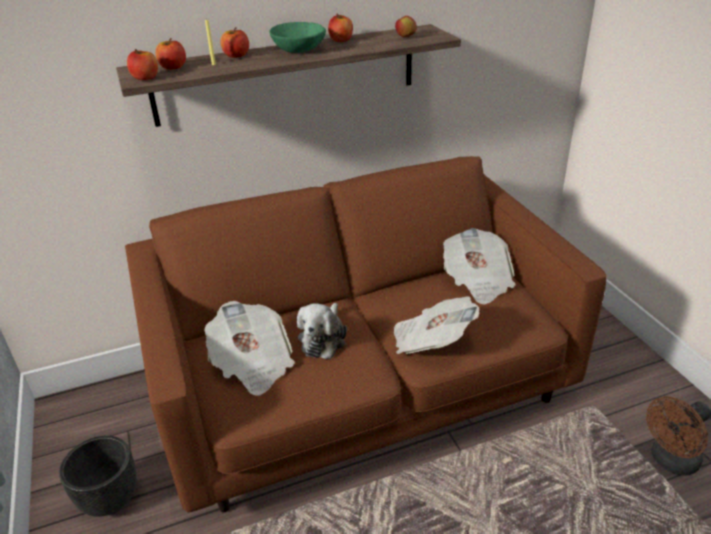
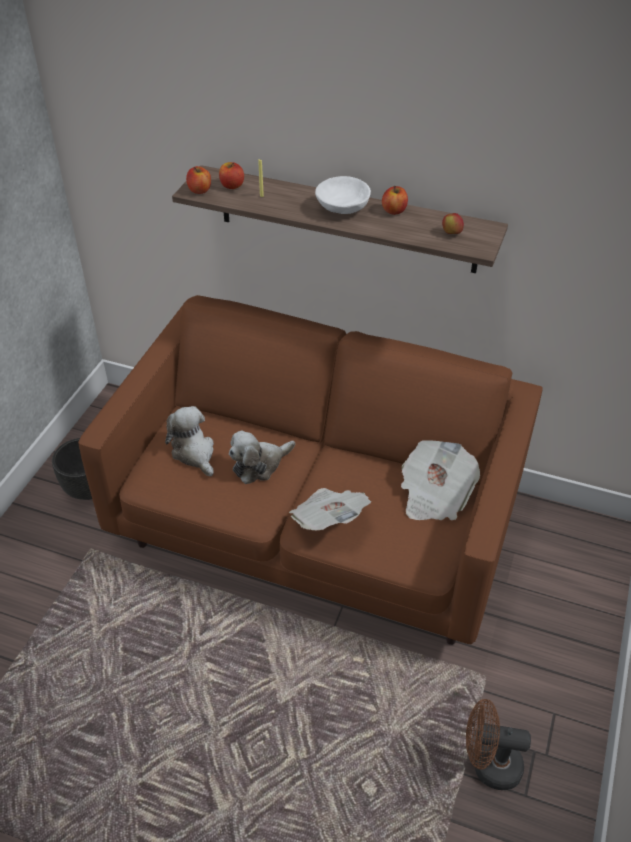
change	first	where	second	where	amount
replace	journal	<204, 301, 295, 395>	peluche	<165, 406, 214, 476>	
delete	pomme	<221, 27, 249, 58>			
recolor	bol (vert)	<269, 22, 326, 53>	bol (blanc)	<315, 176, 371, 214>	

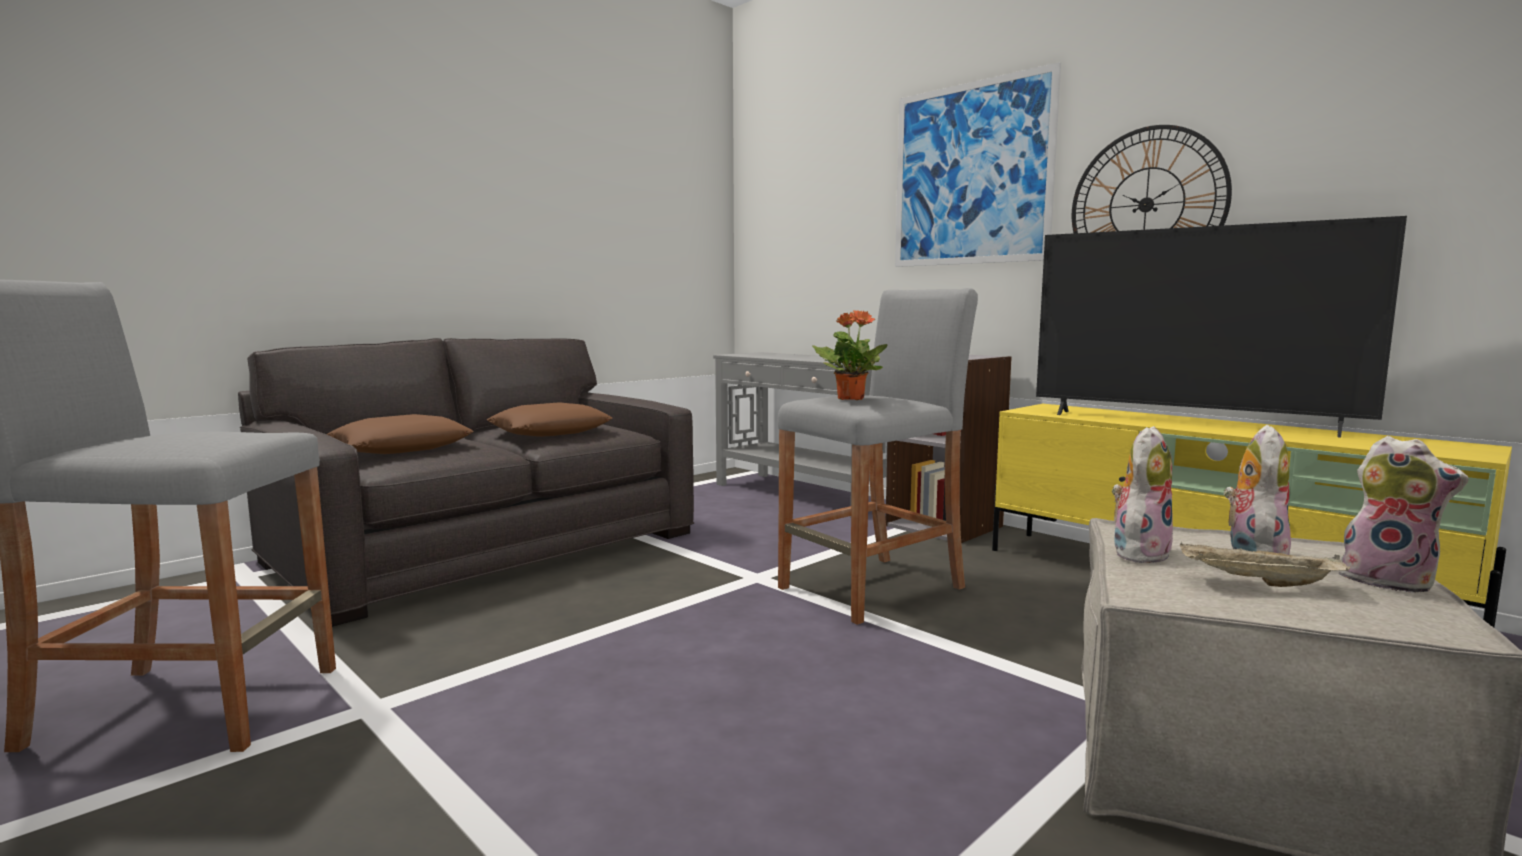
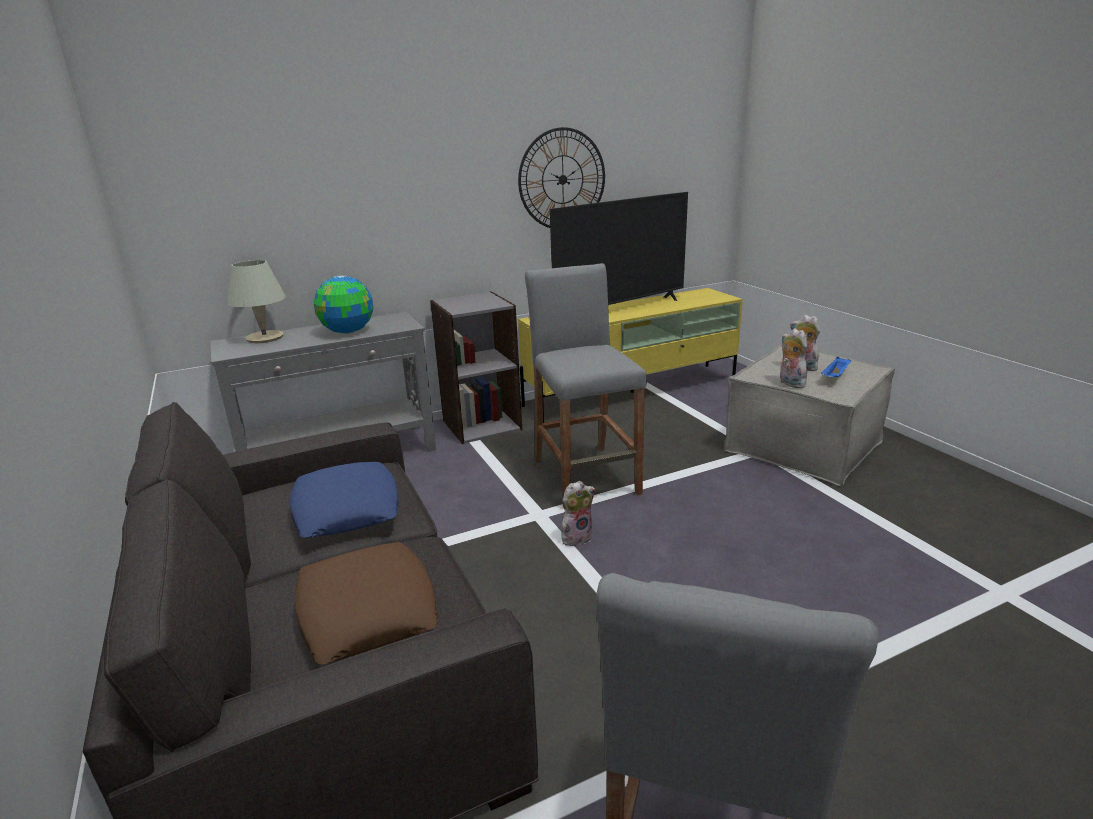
change	first	where	second	where	amount
recolor	coussin (marron)	<487, 402, 613, 437>	coussin (bleu)	<290, 462, 399, 537>	
delete	plante en pot	<812, 310, 887, 400>			
delete	tableau	<895, 62, 1061, 267>			
recolor	plateau (beige)	<1180, 542, 1350, 587>	plateau (bleu)	<821, 357, 851, 377>	
move	peluche	<1339, 436, 1469, 593>		<561, 481, 595, 548>	
insert			lampe de table (beige)	<227, 260, 286, 343>	
insert			globe	<314, 276, 373, 334>	

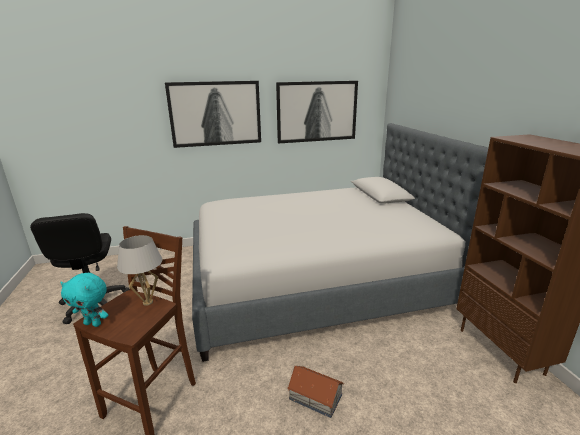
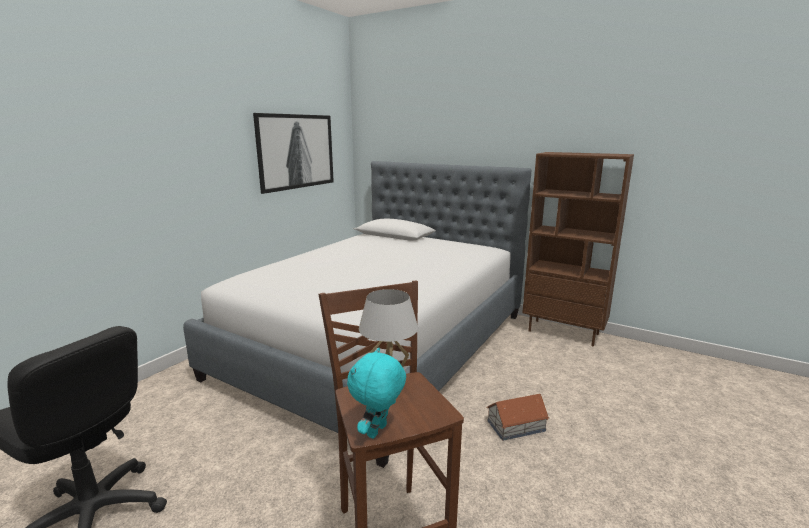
change	first	where	second	where	amount
rotate	peluche (turquoise)	<60, 273, 108, 327>		<347, 348, 406, 439>	150 degrees clockwise
delete	tableau	<165, 81, 261, 148>			

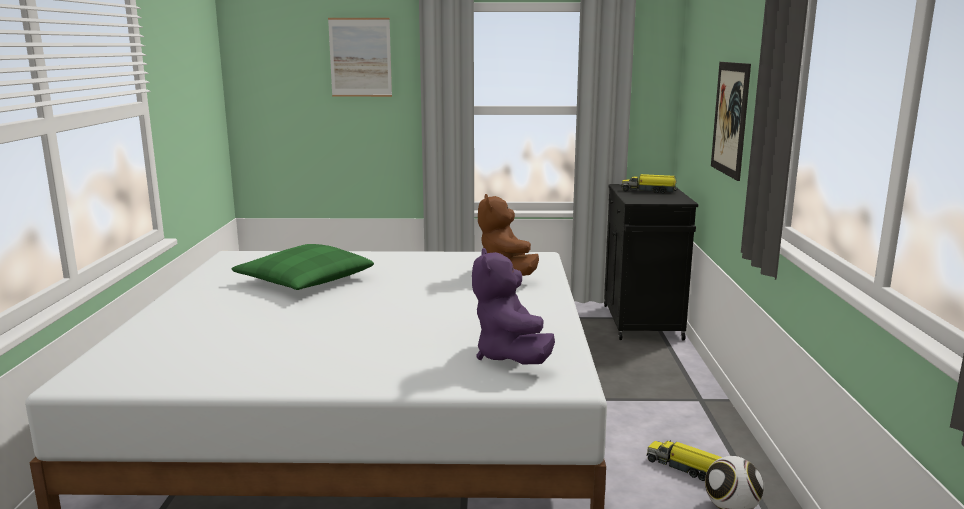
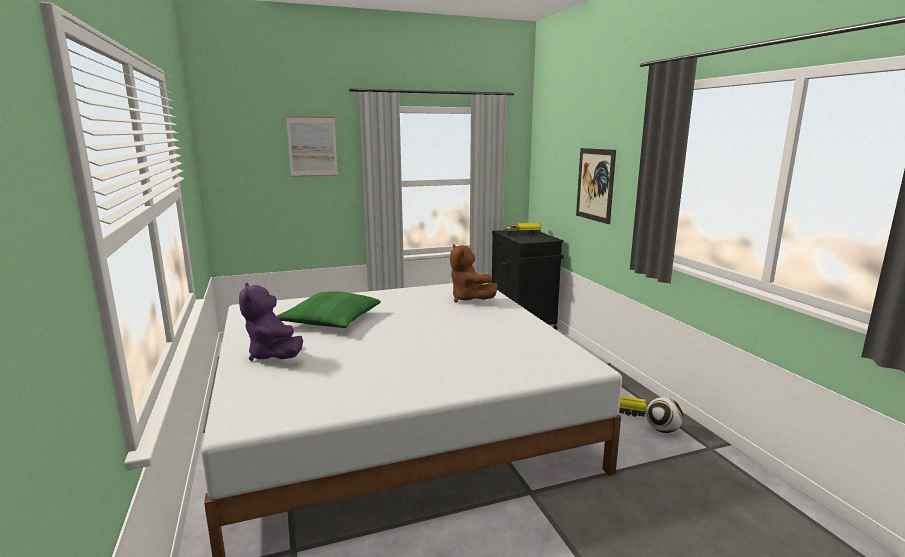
change	first	where	second	where	amount
move	peluche (violet)	<472, 248, 555, 364>		<239, 283, 303, 361>	

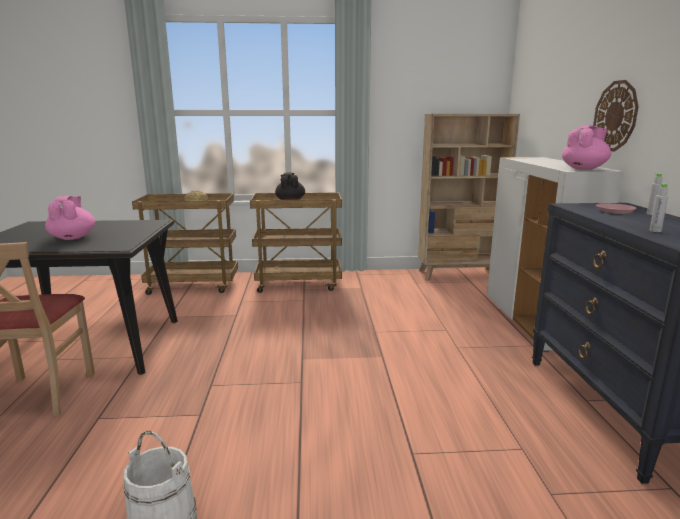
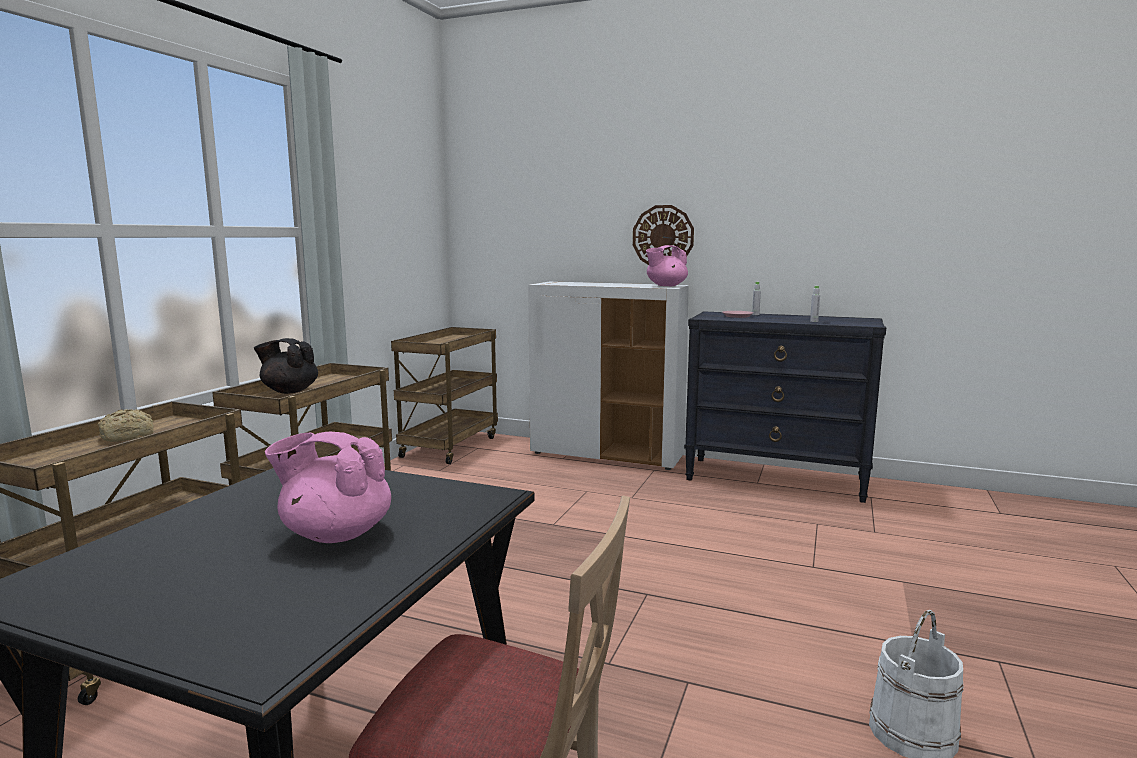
change	first	where	second	where	amount
replace	bibliothèque (beige)	<418, 114, 520, 281>	chariot (marron)	<391, 327, 498, 464>	
rotate	théière (rose)	<562, 125, 611, 170>		<646, 245, 688, 286>	105 degrees counterclockwise

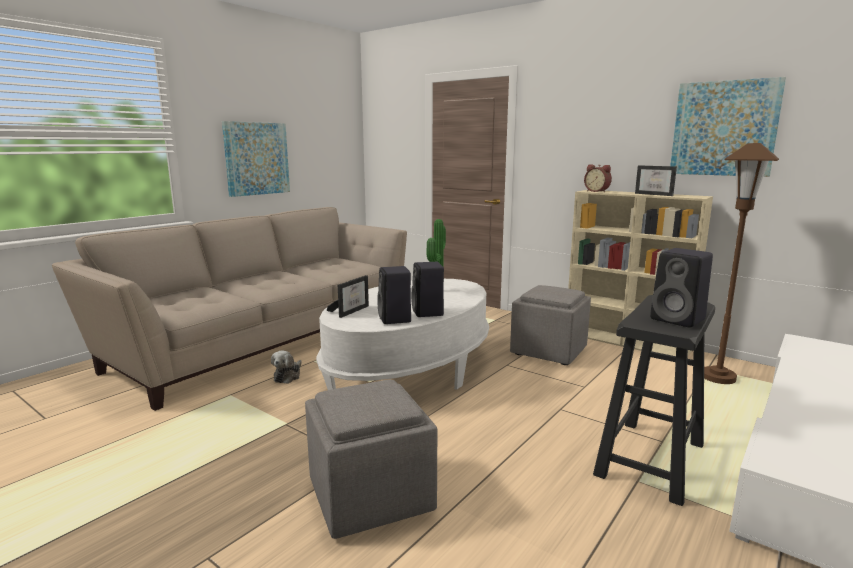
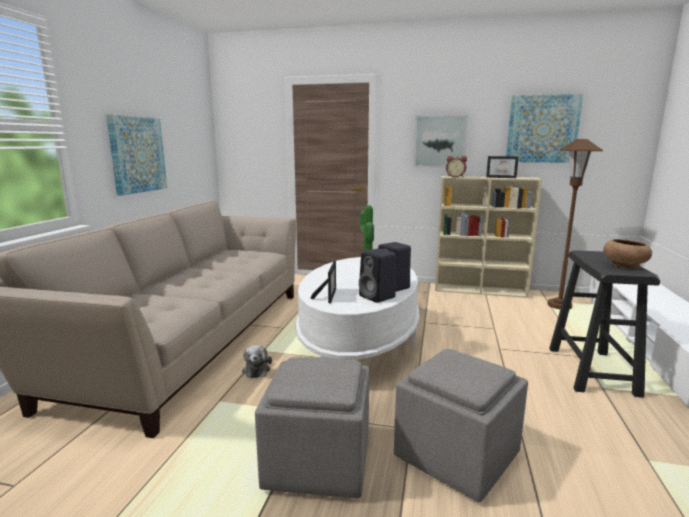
change	first	where	second	where	amount
move	pouf (gris)	<510, 285, 591, 365>		<255, 357, 369, 499>	
replace	enceinte (noir)	<650, 248, 713, 328>	bol (marron)	<603, 239, 652, 269>	
insert			tableau	<413, 114, 469, 168>	

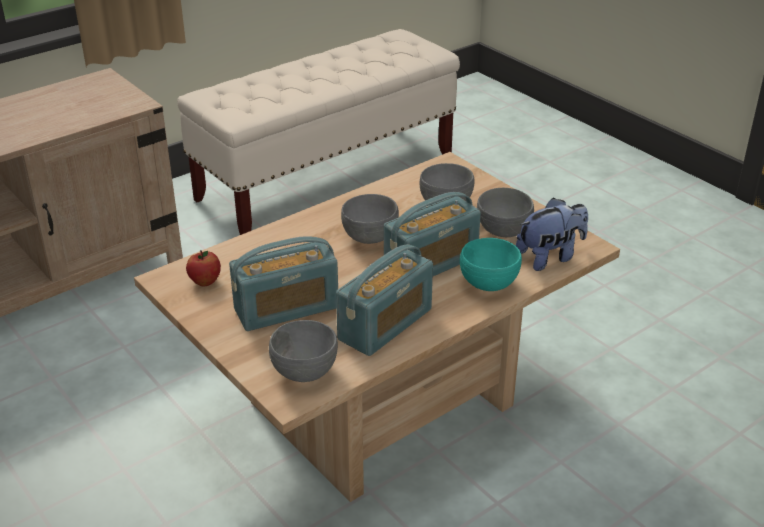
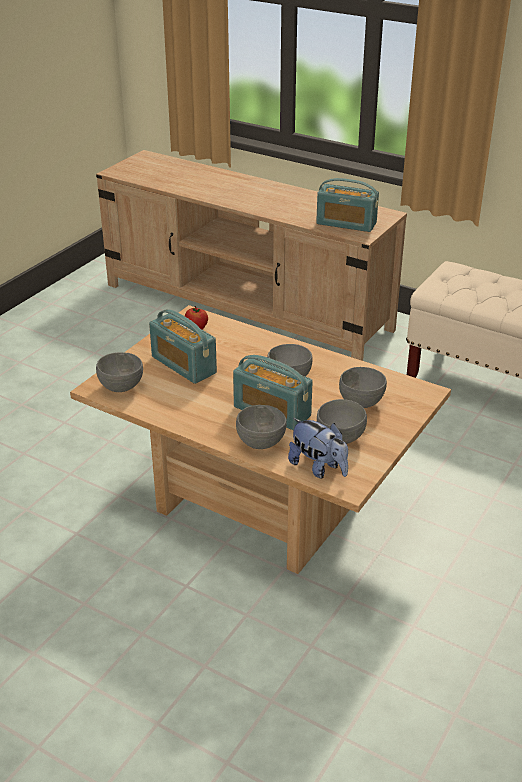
change	first	where	second	where	amount
move	radio	<336, 244, 433, 356>		<316, 178, 379, 232>	
recolor	bol (turquoise)	<460, 238, 522, 291>	bol (gris)	<236, 405, 287, 449>	

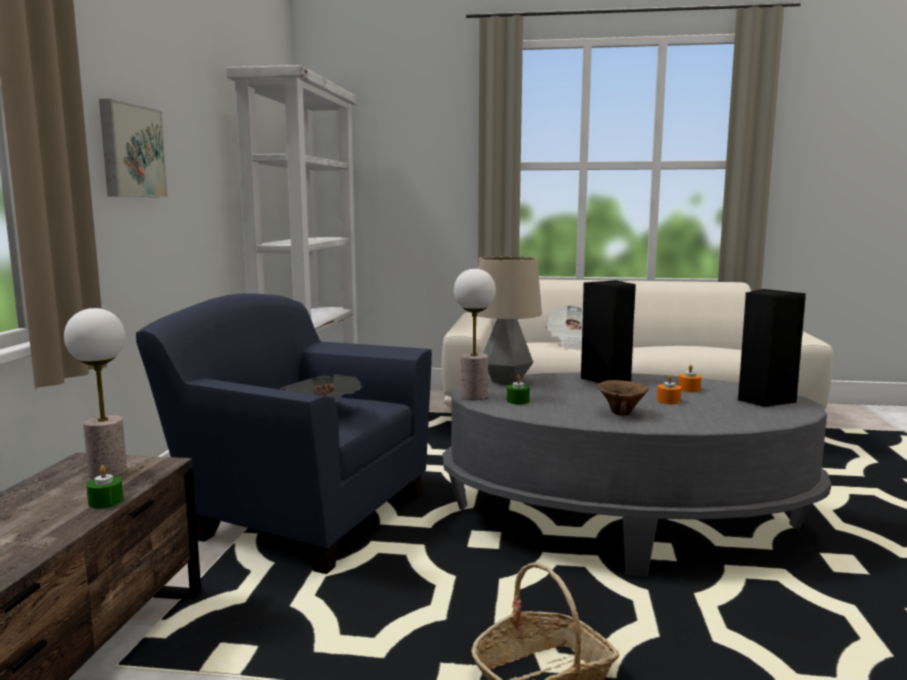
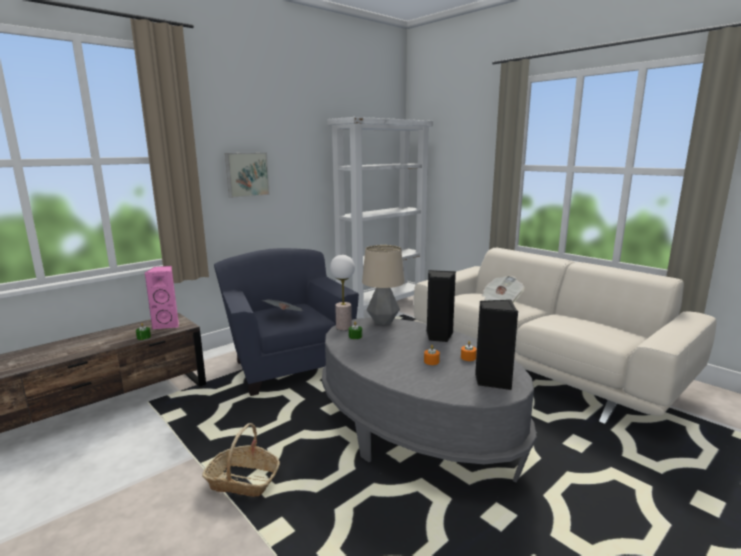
change	first	where	second	where	amount
replace	lampe de table	<64, 308, 127, 479>	enceinte (rose)	<145, 266, 178, 330>	
delete	bol (marron)	<597, 380, 649, 416>			

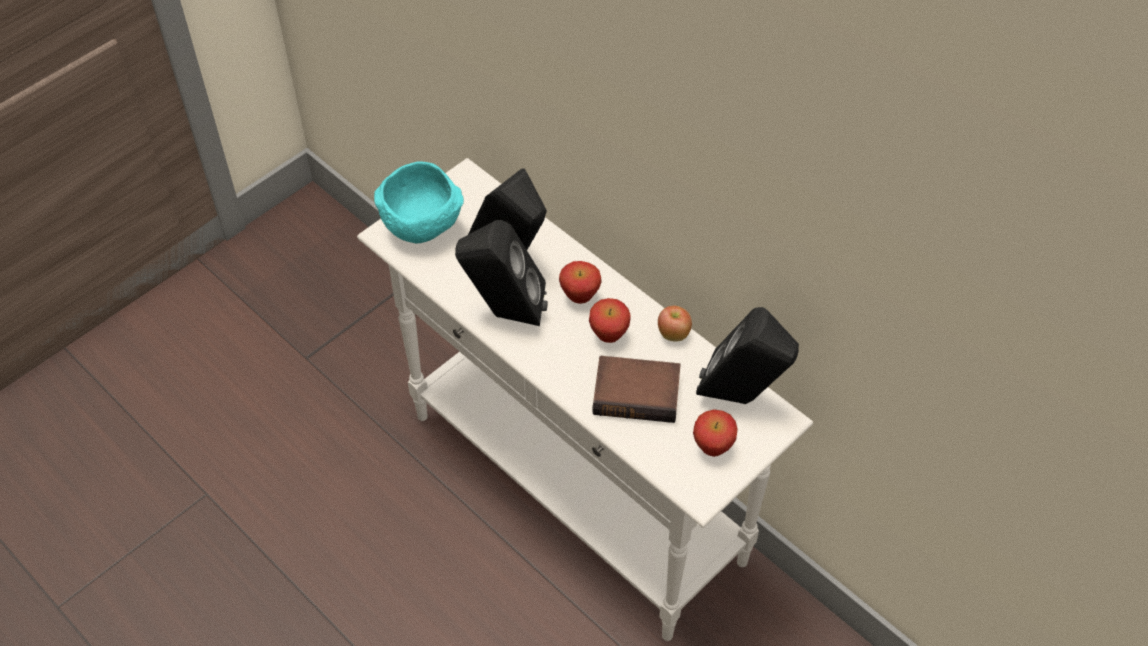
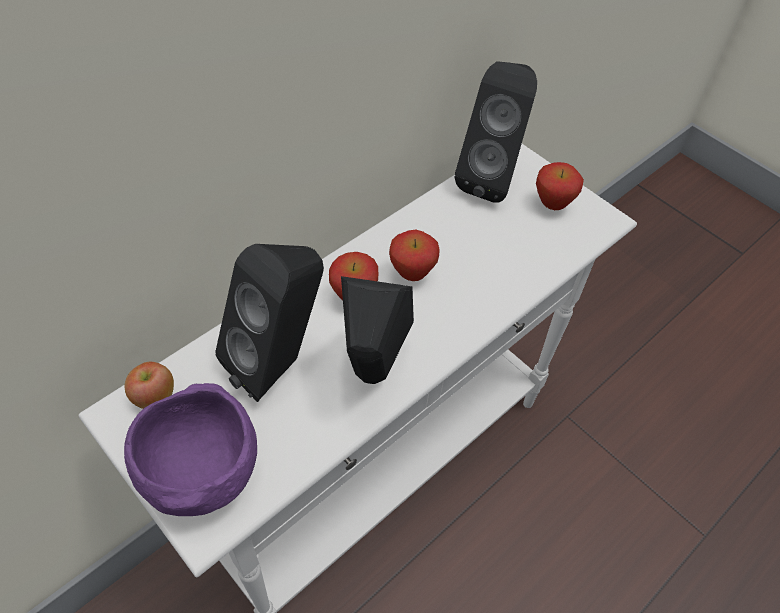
change	first	where	second	where	amount
recolor	bol (turquoise)	<374, 161, 464, 243>	bol (violet)	<124, 383, 257, 516>	
delete	livre	<592, 356, 681, 423>			
move	pomme	<658, 306, 692, 341>		<125, 362, 174, 409>	

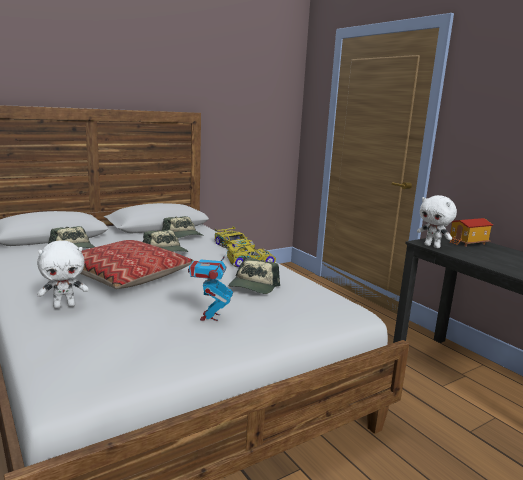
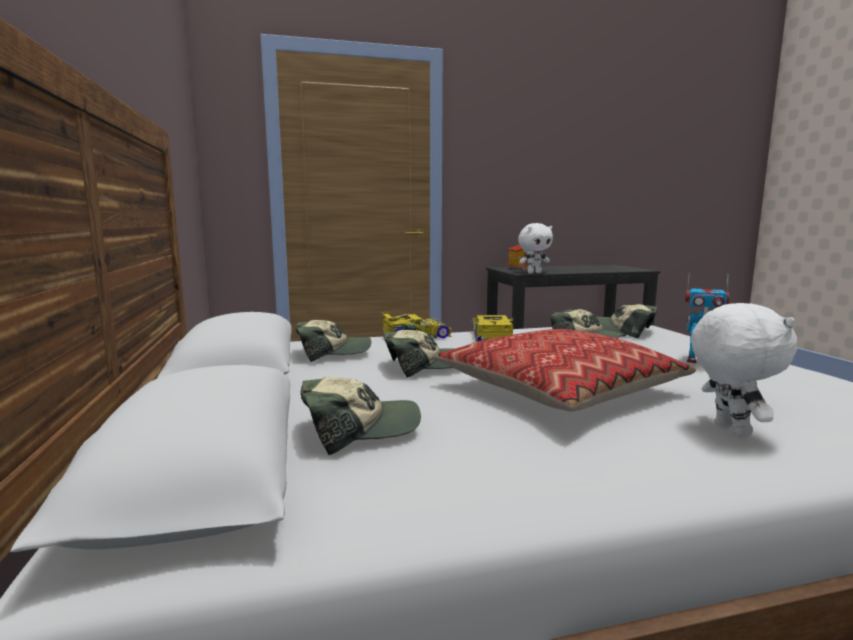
change	first	where	second	where	amount
insert			casquette	<596, 304, 658, 338>	

